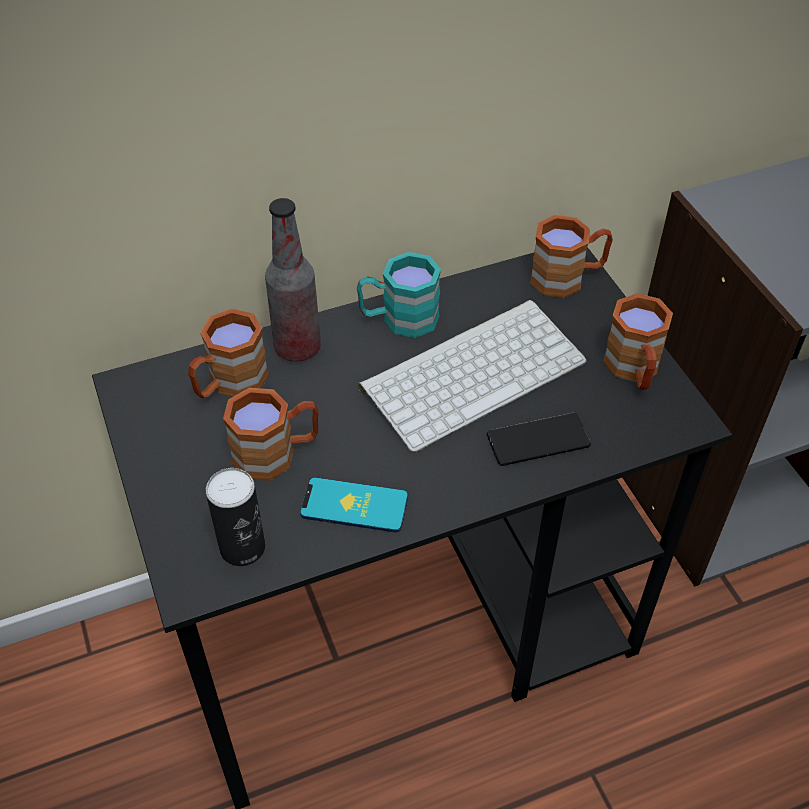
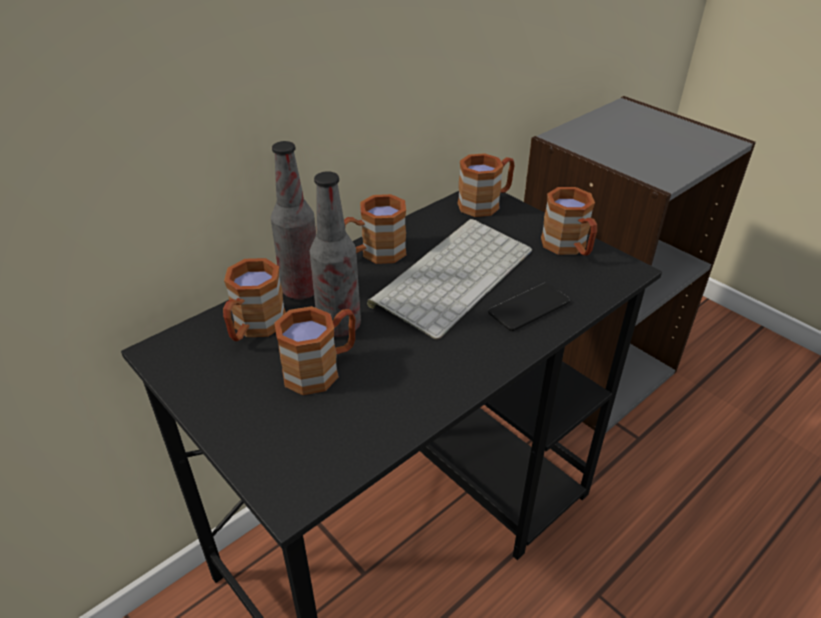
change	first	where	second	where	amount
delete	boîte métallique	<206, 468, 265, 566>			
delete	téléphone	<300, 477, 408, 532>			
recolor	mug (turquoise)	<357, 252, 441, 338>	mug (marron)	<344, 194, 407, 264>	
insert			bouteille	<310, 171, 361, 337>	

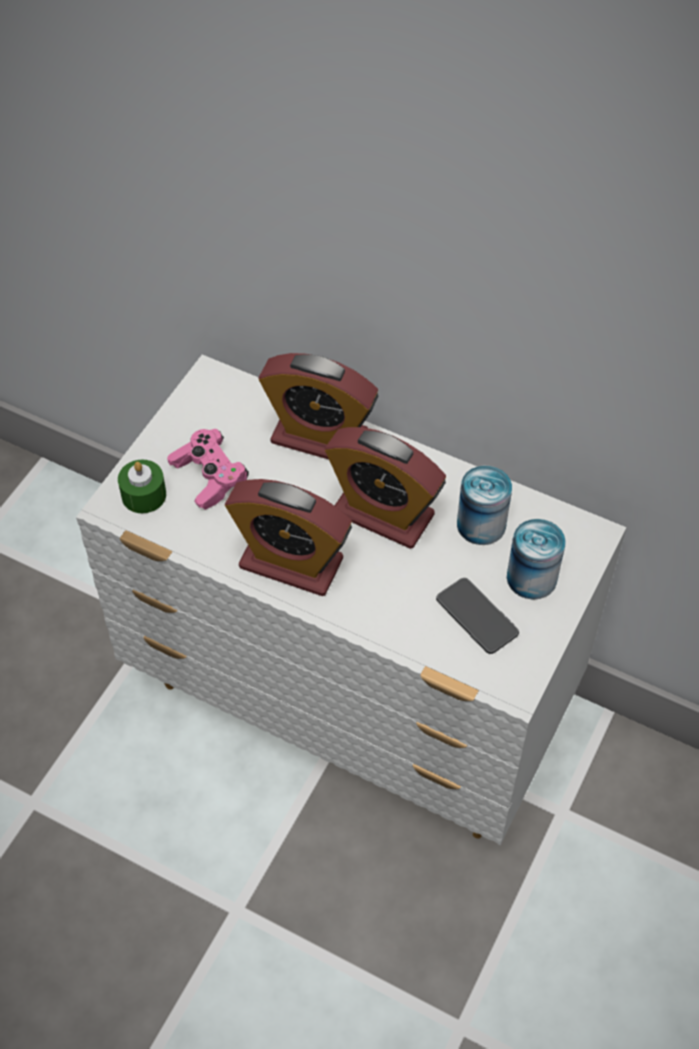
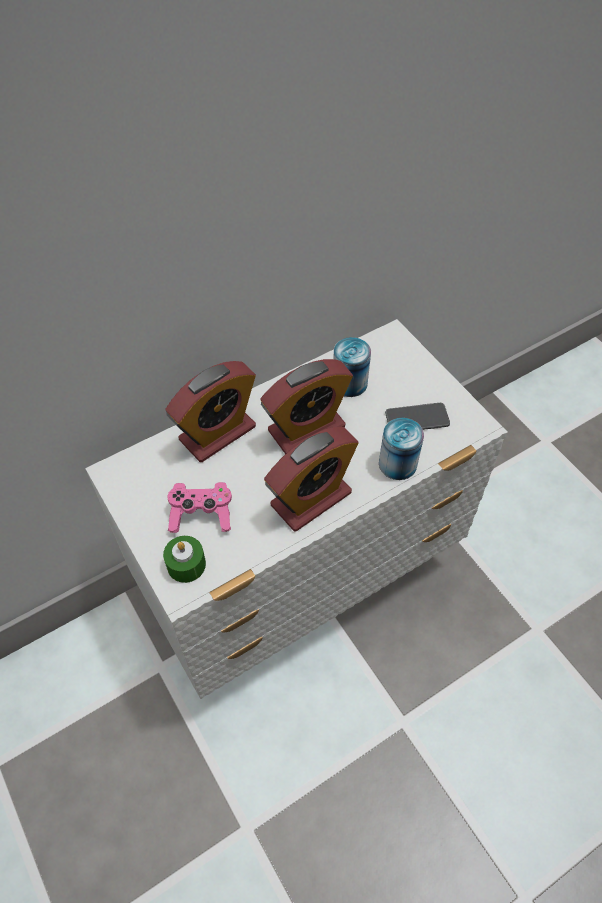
change	first	where	second	where	amount
move	boîte métallique	<507, 519, 566, 600>		<379, 418, 424, 480>	

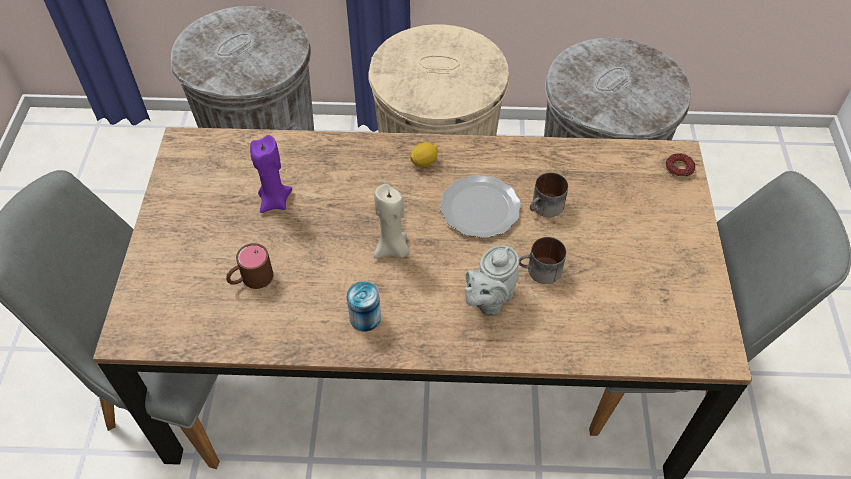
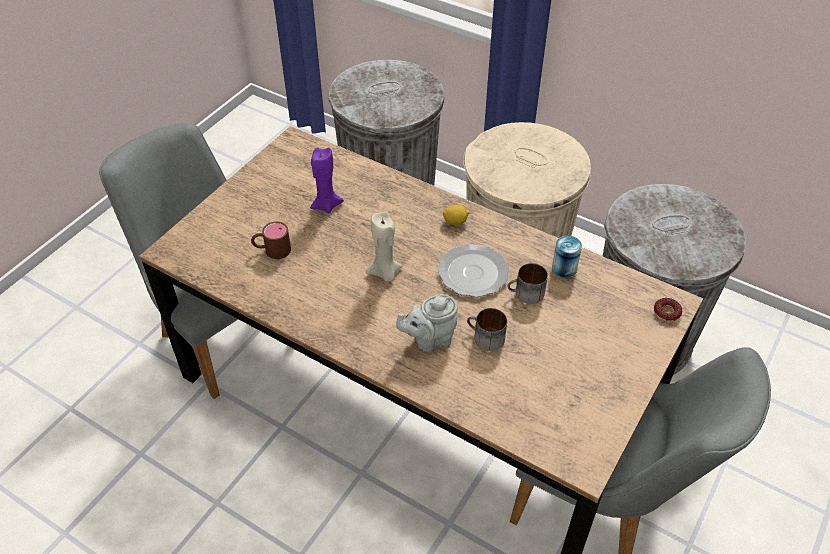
change	first	where	second	where	amount
move	boîte métallique	<346, 281, 381, 331>		<552, 236, 582, 277>	

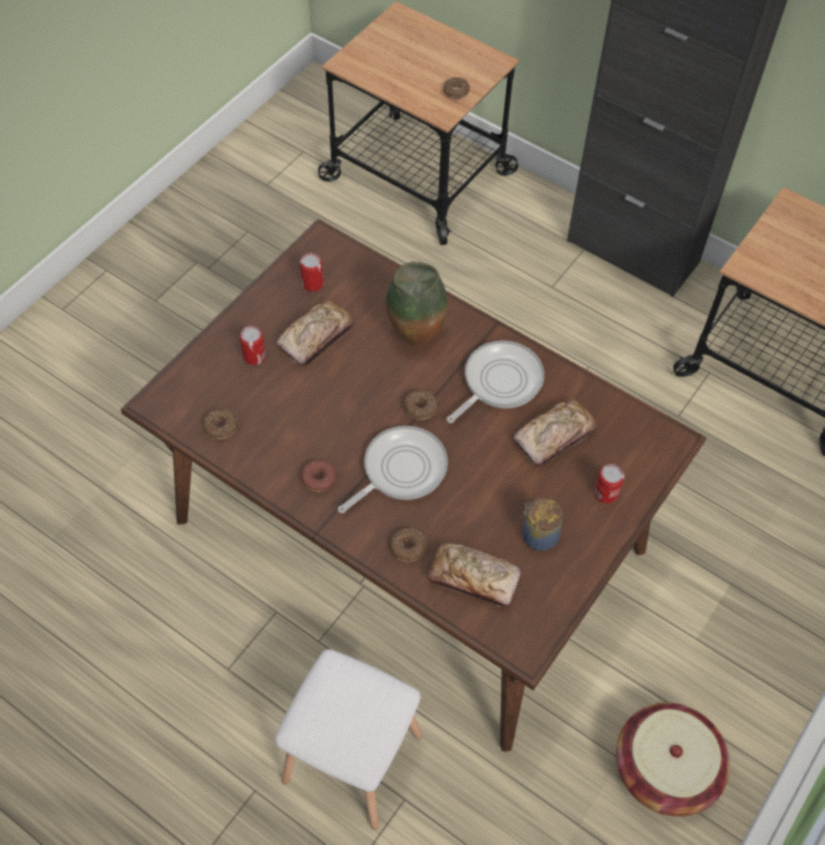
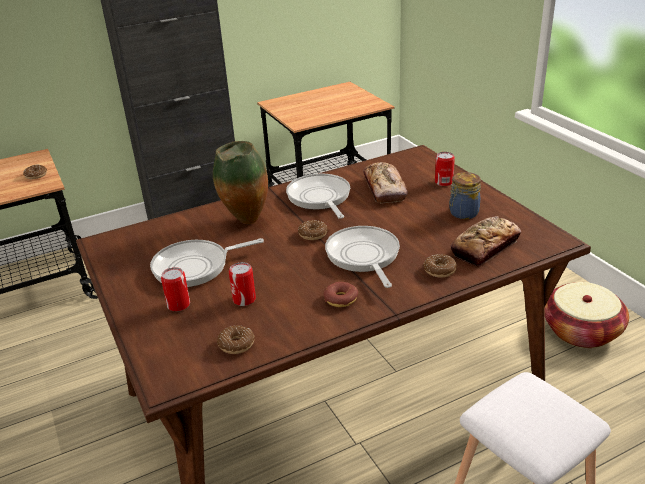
change	first	where	second	where	amount
replace	pain	<277, 300, 354, 366>	poêle	<150, 238, 264, 287>	
move	boîte métallique	<300, 253, 324, 292>		<229, 262, 256, 306>	

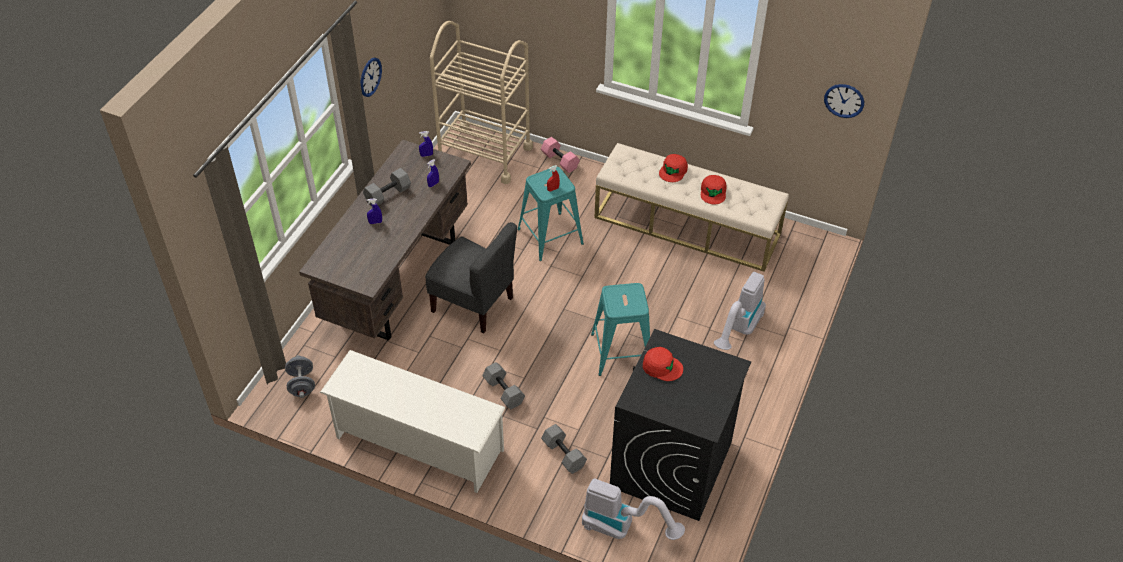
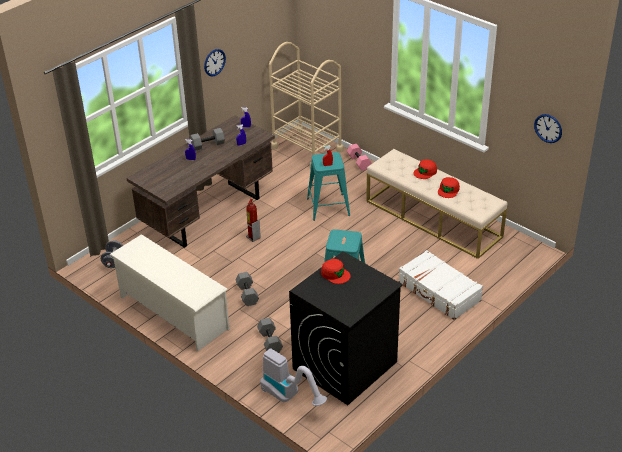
change	first	where	second	where	amount
replace	chaise (gris)	<425, 222, 517, 333>	extincteur	<246, 199, 261, 242>	
replace	aspirateur	<714, 272, 766, 350>	valise (blanc)	<399, 250, 483, 320>	

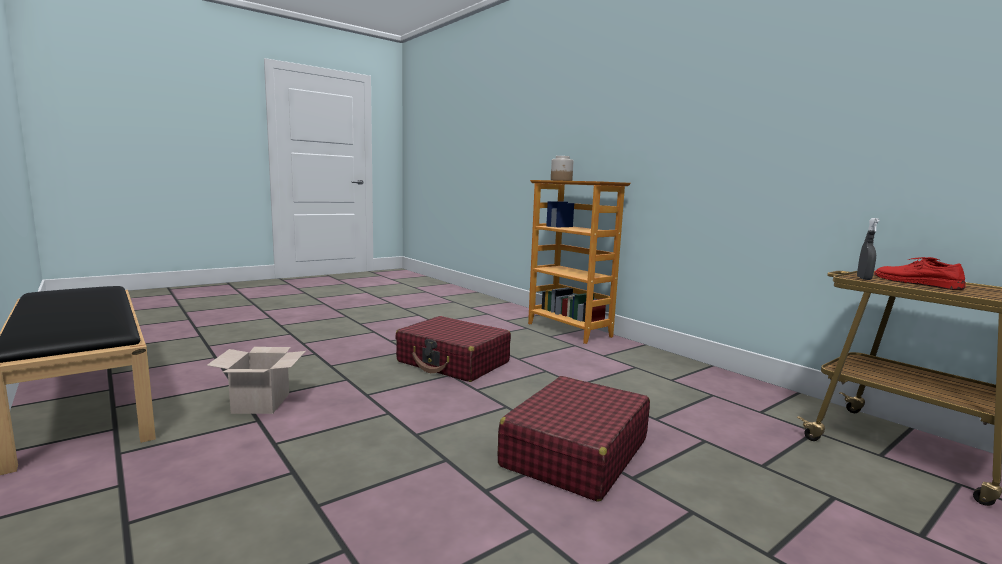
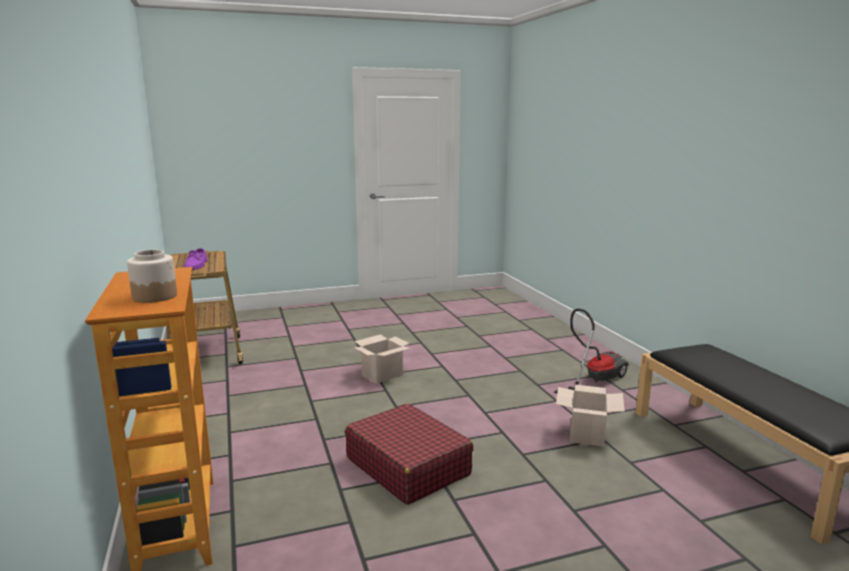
change	first	where	second	where	amount
replace	valise (rouge)	<498, 376, 650, 501>	carton	<354, 334, 410, 383>	
delete	vaporisateur (gris)	<857, 218, 880, 280>			
recolor	chaussure (rouge)	<874, 257, 966, 290>	chaussure (violet)	<184, 248, 208, 270>	
insert			aspirateur	<554, 309, 629, 393>	

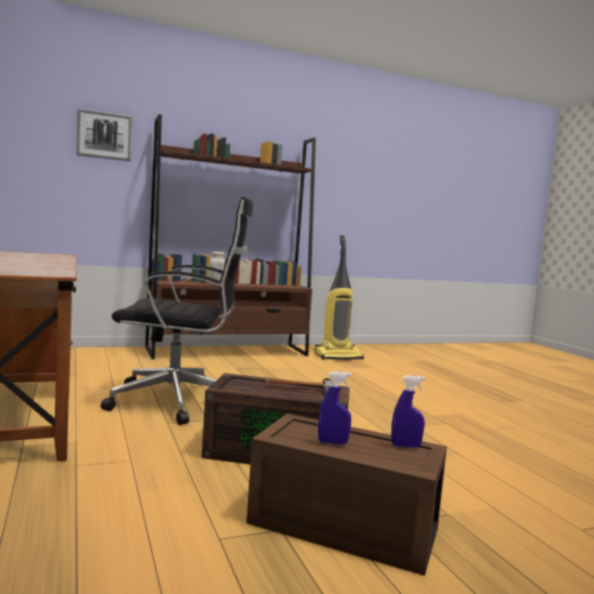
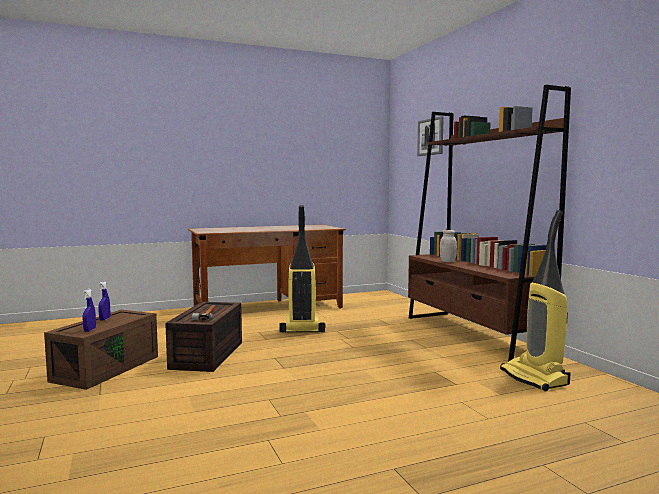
change	first	where	second	where	amount
replace	chaise de bureau (noir)	<100, 197, 253, 425>	aspirateur	<279, 205, 325, 333>	

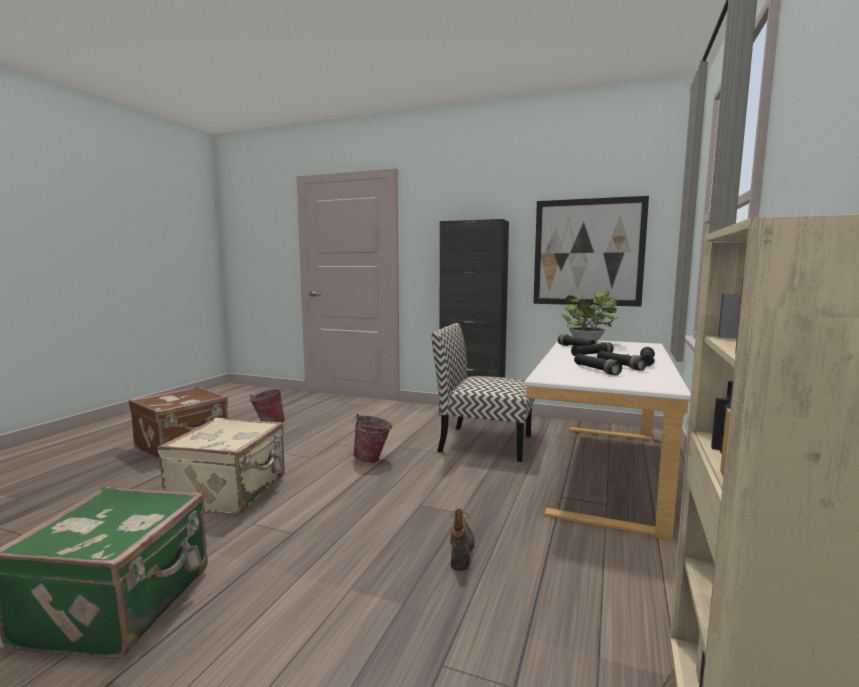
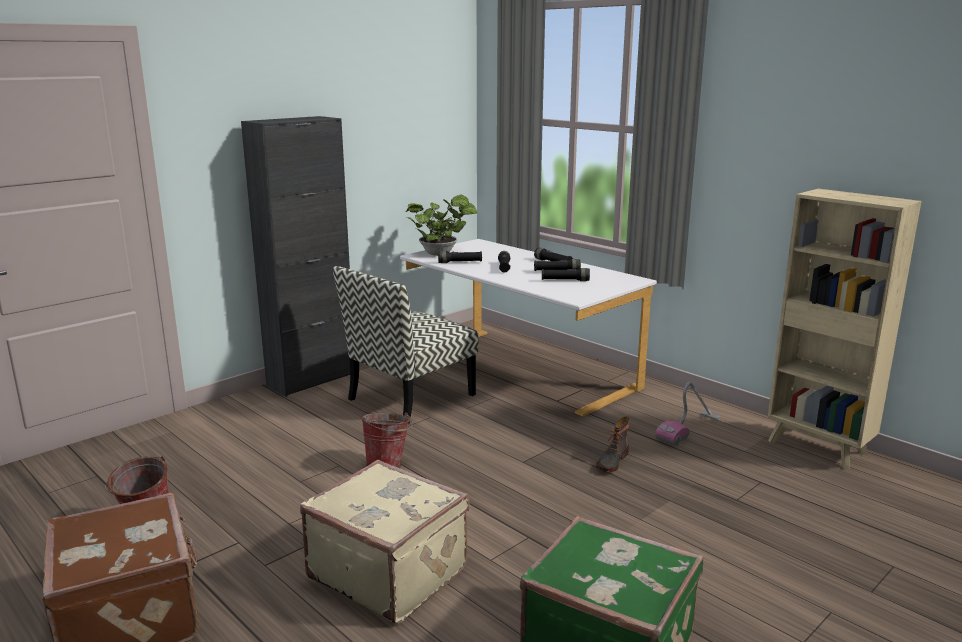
change	first	where	second	where	amount
rotate	botte	<450, 509, 475, 571>		<596, 416, 629, 472>	90 degrees counterclockwise
delete	tableau	<533, 196, 649, 306>			
insert			aspirateur	<655, 382, 721, 446>	

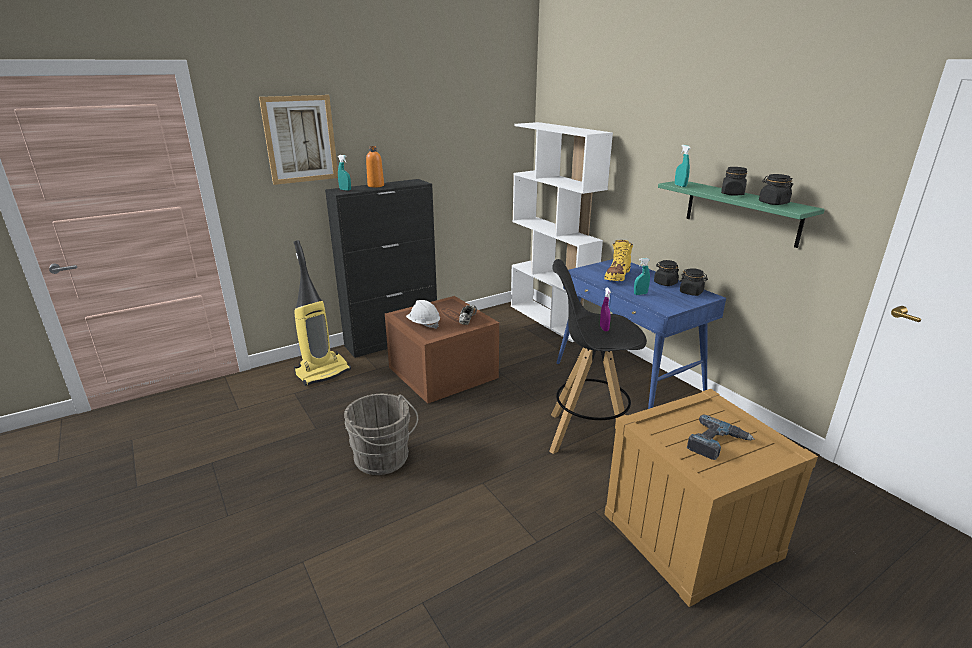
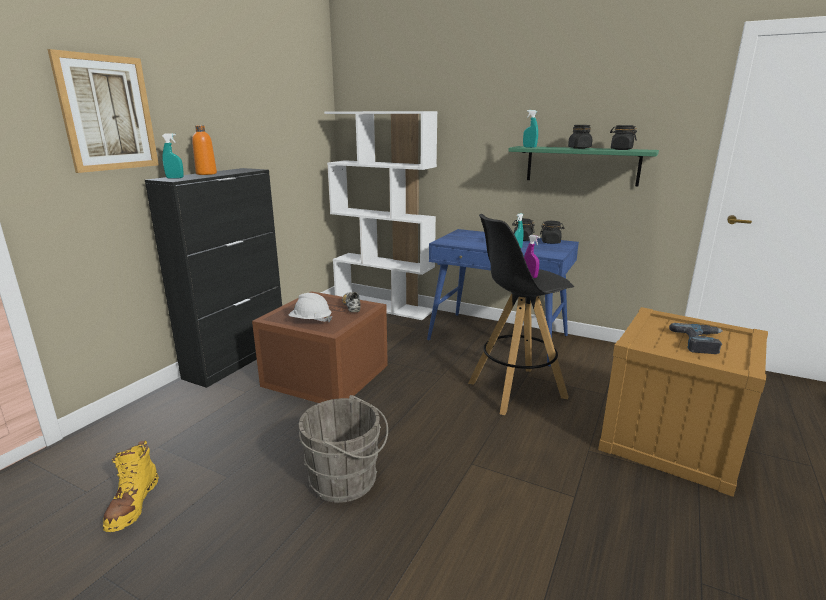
change	first	where	second	where	amount
delete	aspirateur	<294, 240, 351, 386>			
move	botte (jaune)	<604, 240, 633, 281>		<103, 440, 159, 532>	

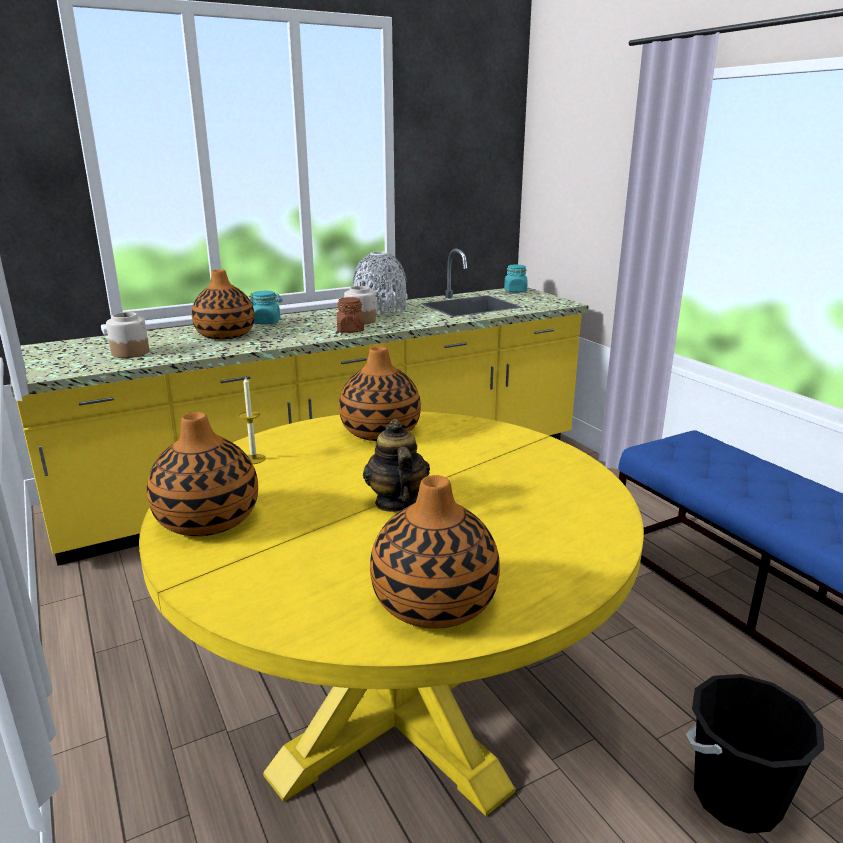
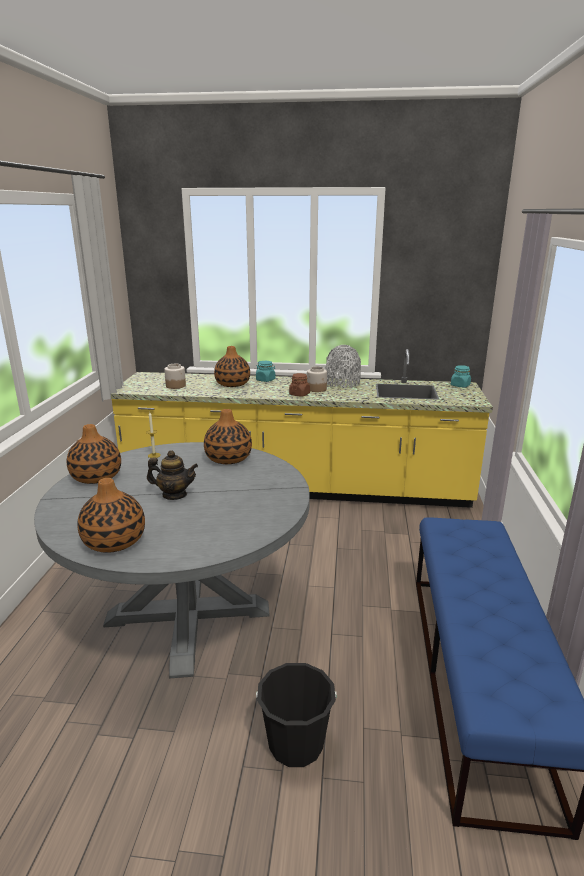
change	first	where	second	where	amount
recolor	table à manger (jaune)	<139, 411, 644, 816>	table à manger (gris)	<34, 442, 310, 679>	
rotate	théière	<363, 419, 430, 512>		<147, 450, 198, 500>	75 degrees clockwise

